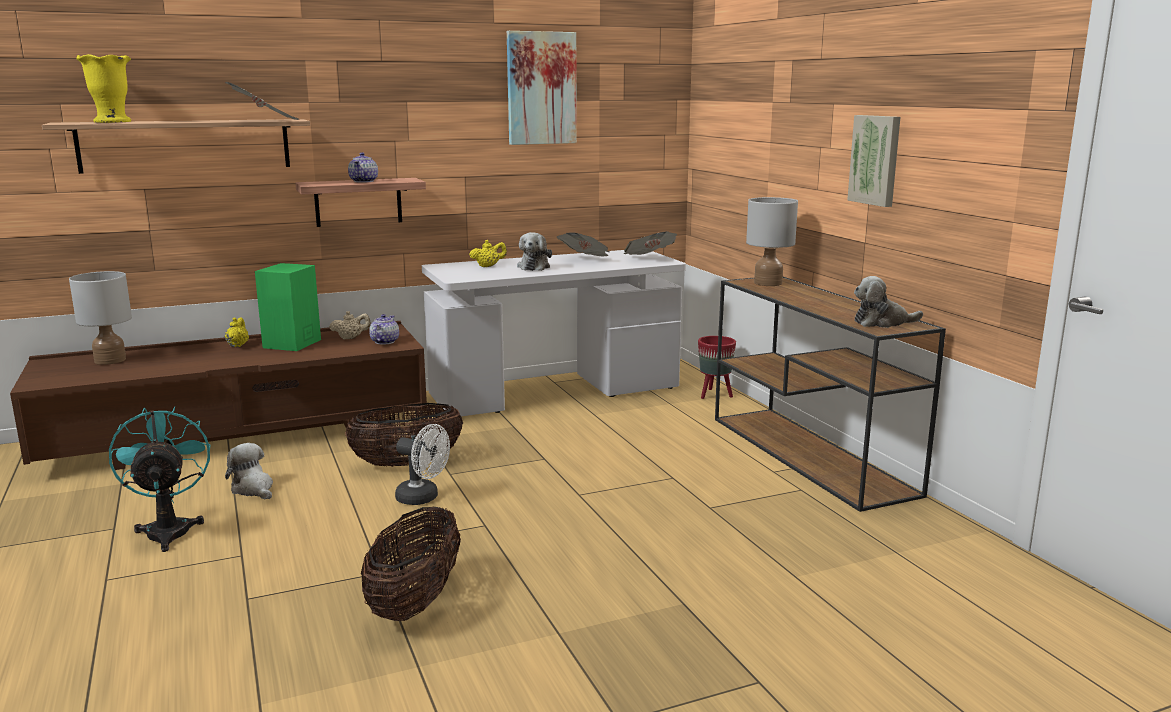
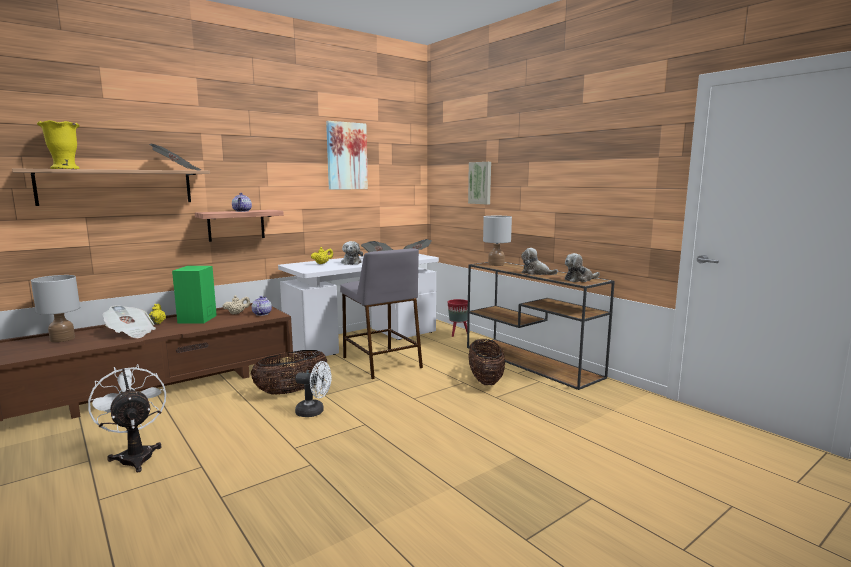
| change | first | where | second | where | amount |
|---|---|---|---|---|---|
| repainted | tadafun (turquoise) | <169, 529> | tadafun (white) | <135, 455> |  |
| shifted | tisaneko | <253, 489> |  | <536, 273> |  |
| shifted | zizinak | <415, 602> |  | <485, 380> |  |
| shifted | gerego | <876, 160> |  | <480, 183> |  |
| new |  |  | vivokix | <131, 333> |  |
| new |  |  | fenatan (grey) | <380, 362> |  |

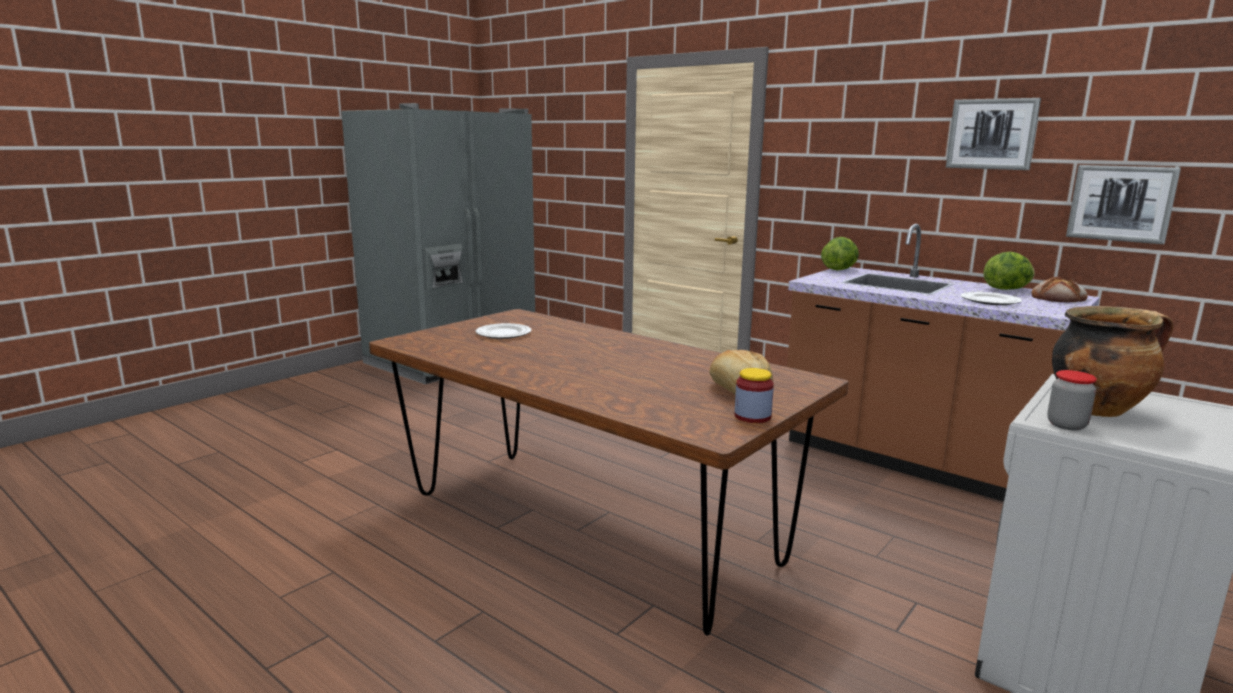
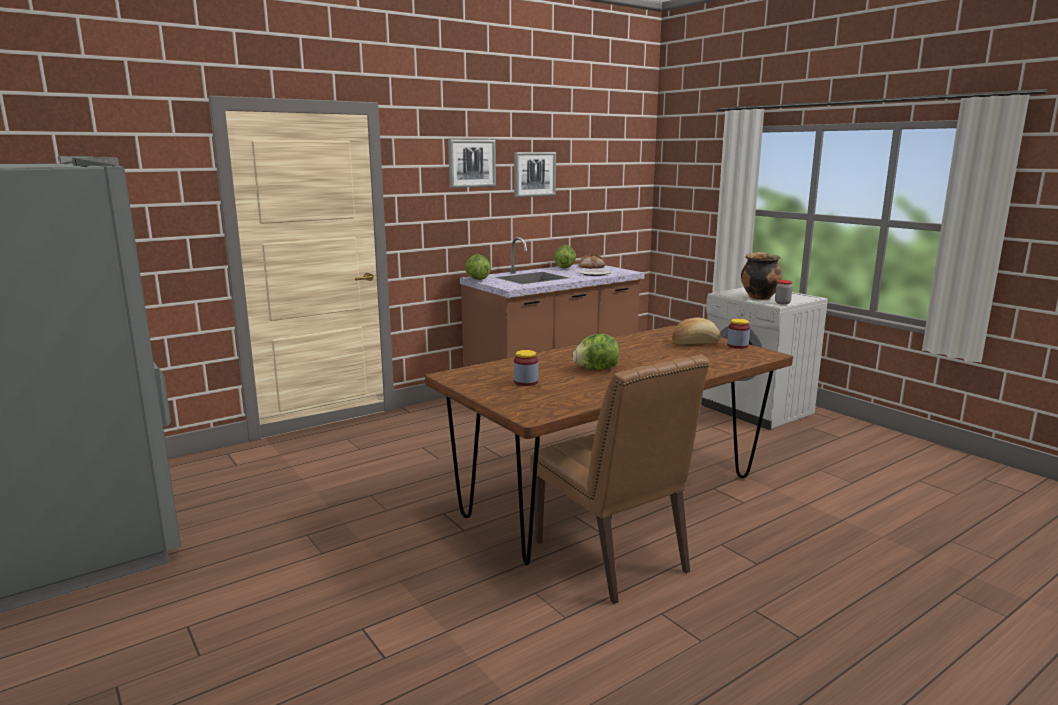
| change | first | where | second | where | amount |
|---|---|---|---|---|---|
| swapped | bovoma | <503, 334> | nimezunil | <526, 382> |  |
| shifted | gerego | <1121, 203> |  | <471, 163> |  |
| new |  |  | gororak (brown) | <609, 556> |  |
| new |  |  | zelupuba | <596, 369> |  |

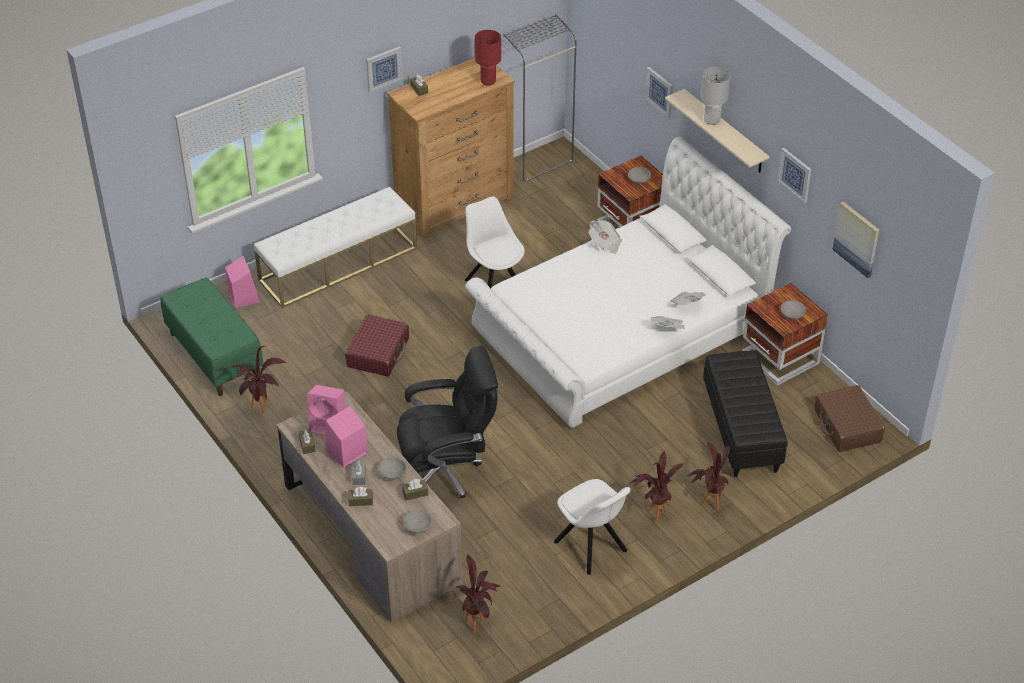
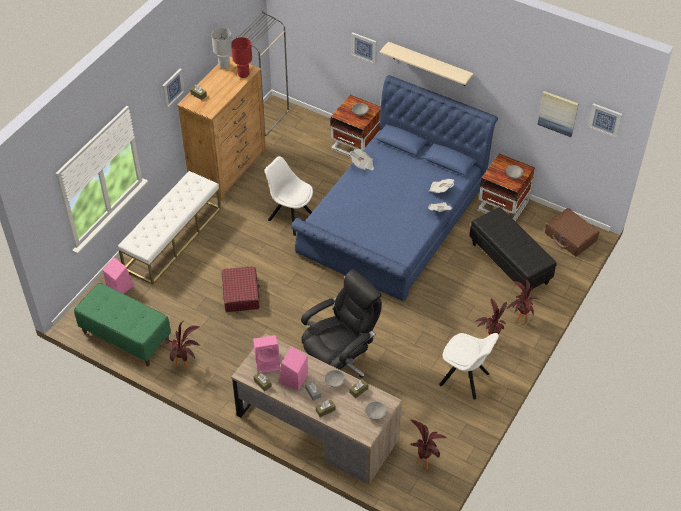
| change | first | where | second | where | amount |
|---|---|---|---|---|---|
| repainted | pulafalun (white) | <621, 329> | pulafalun (blue) | <393, 220> |  |
| shifted | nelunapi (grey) | <712, 121> |  | <224, 66> |  |
| shifted | gerego | <795, 174> |  | <605, 119> |  |

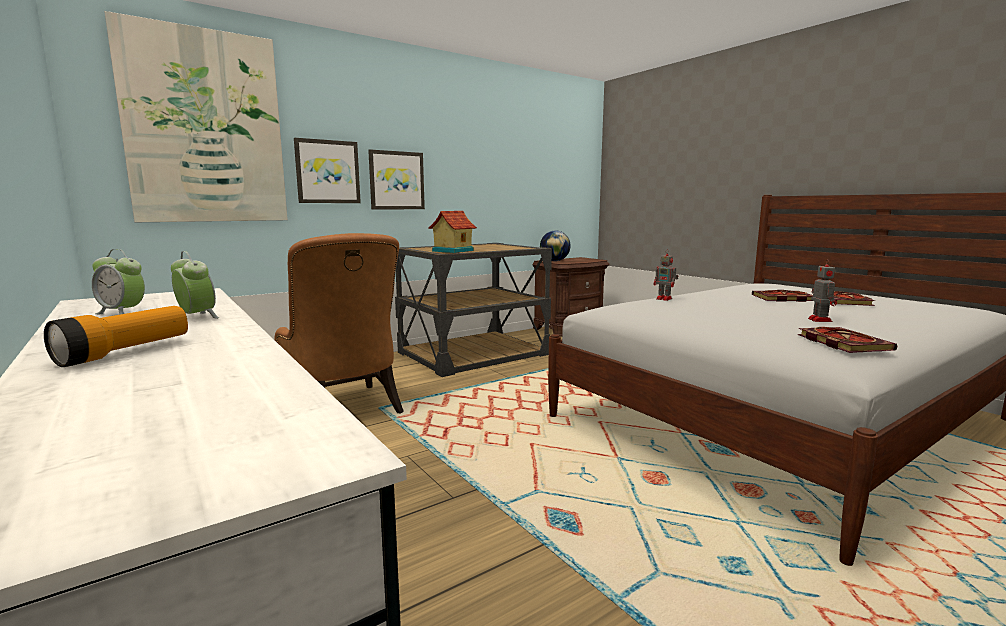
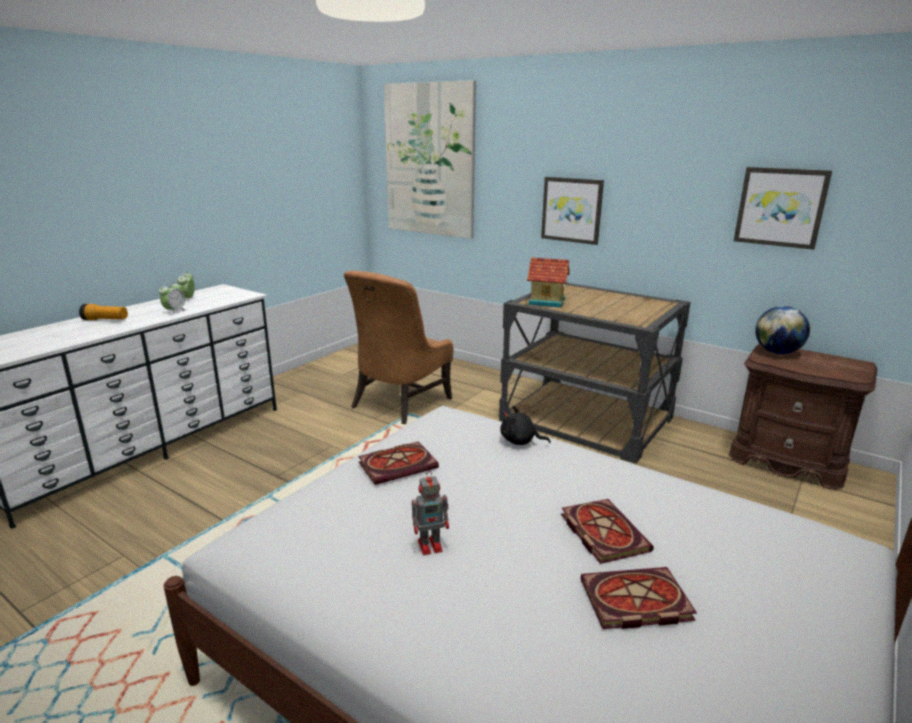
| change | first | where | second | where | amount |
|---|---|---|---|---|---|
| shifted | gerego | <327, 172> |  | <780, 207> |  |
| swapped | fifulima | <665, 299> | tisaneko (black) | <520, 441> |  |
| shifted | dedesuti | <840, 342> |  | <399, 464> |  |

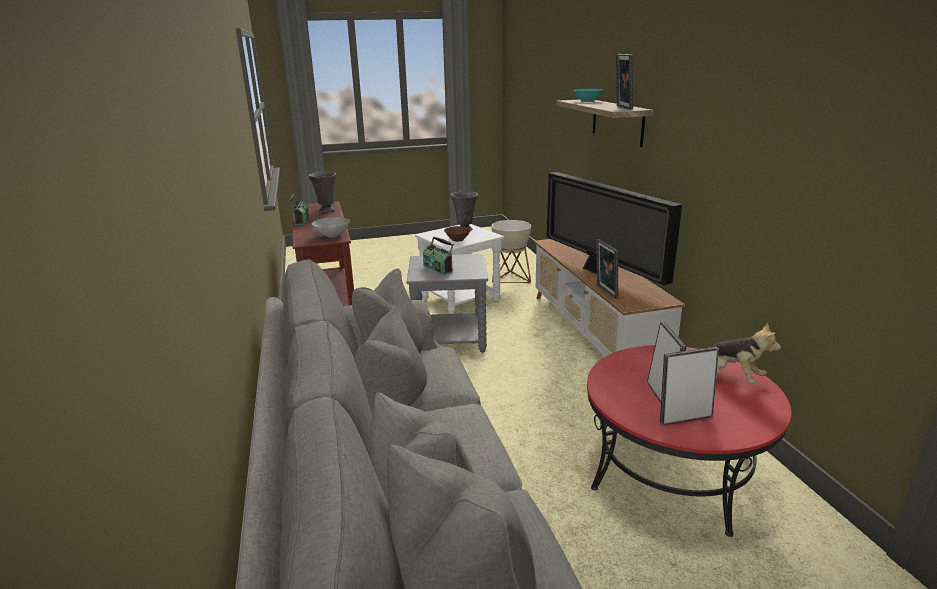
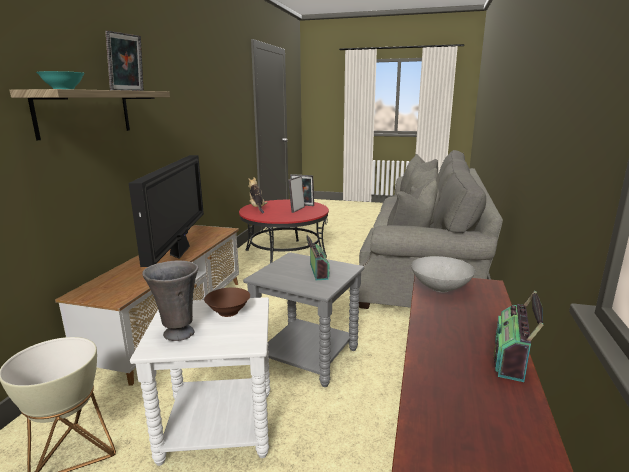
| change | first | where | second | where | amount |
|---|---|---|---|---|---|
| gone | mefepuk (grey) | <326, 210> |  |  |  |
| gone | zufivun | <605, 292> |  |  |  |

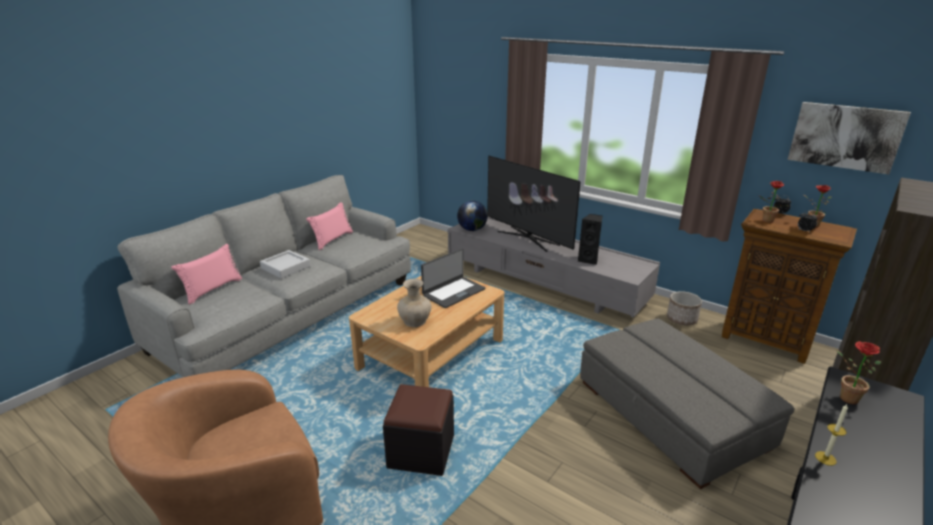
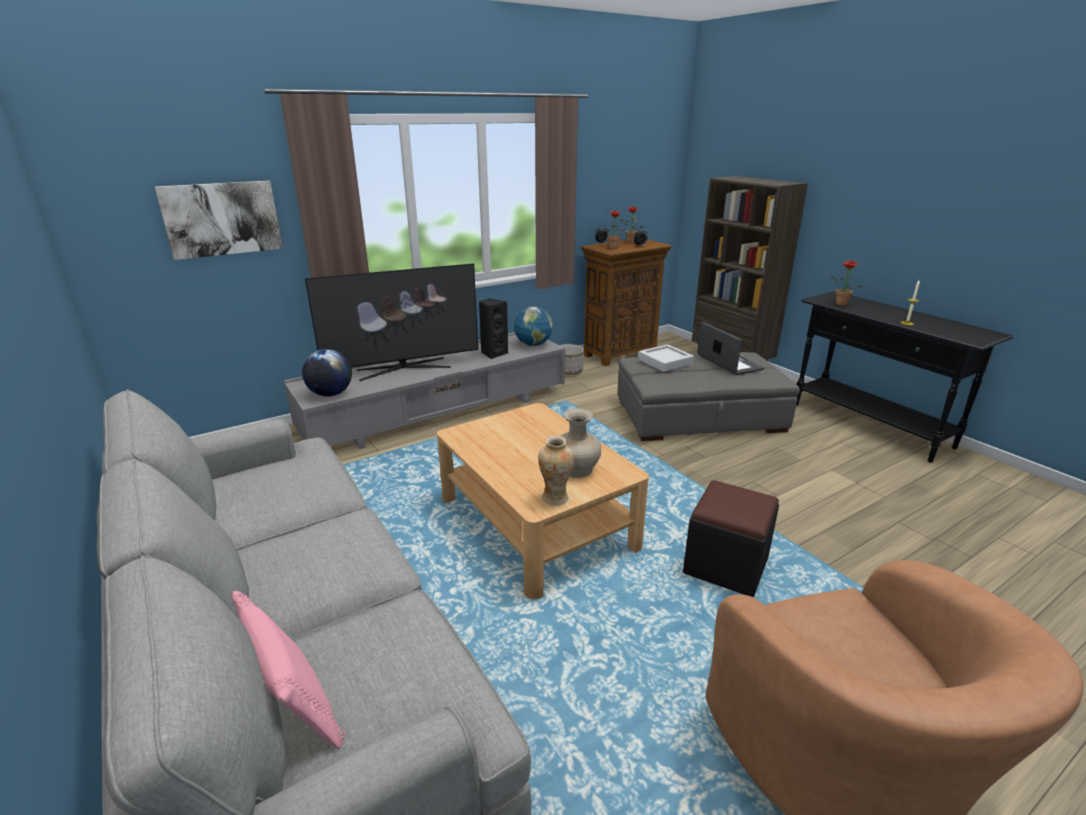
| change | first | where | second | where | amount |
|---|---|---|---|---|---|
| shifted | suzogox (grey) | <285, 267> |  | <665, 362> |  |
| gone | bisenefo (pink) | <332, 240> |  |  |  |
| shifted | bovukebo | <453, 292> |  | <728, 363> |  |
| shifted | gerego | <845, 136> |  | <222, 219> |  |
| new |  |  | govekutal | <533, 344> |  |
| new |  |  | mefepuk | <555, 498> |  |

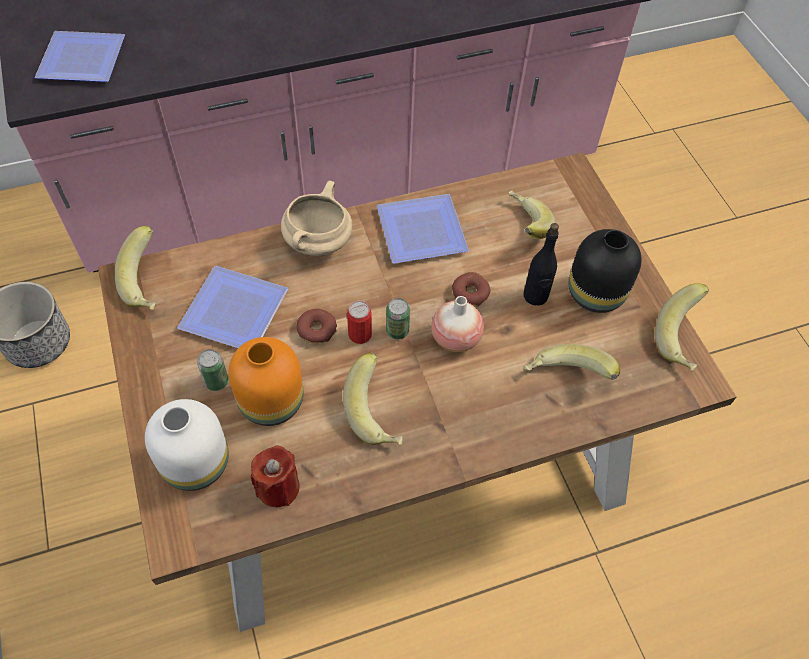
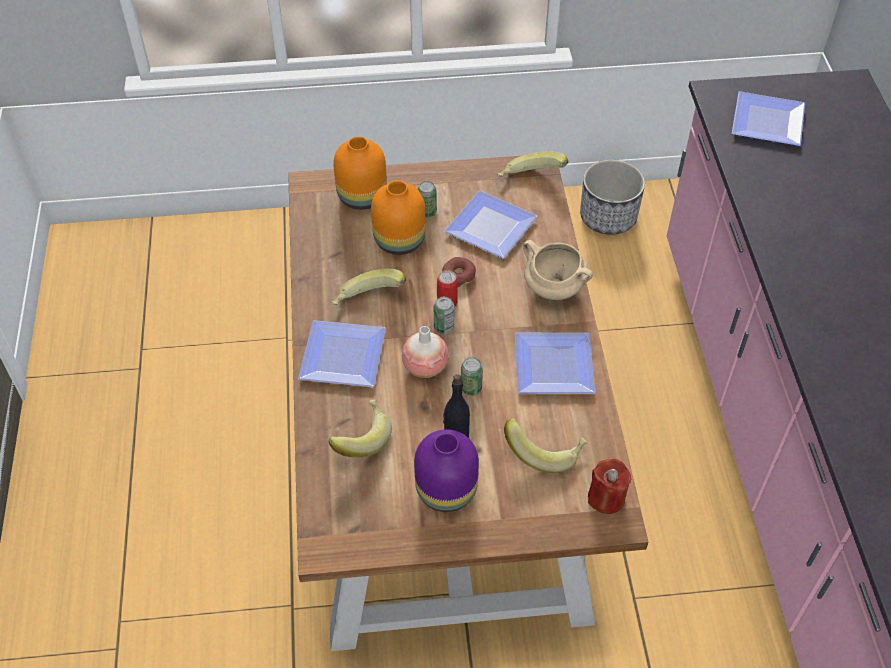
| change | first | where | second | where | amount |
|---|---|---|---|---|---|
| repainted | mefepuk (white) | <194, 463> | mefepuk (orange) | <362, 196> |  |
| shifted | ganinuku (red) | <278, 487> |  | <606, 498> |  |
| swapped | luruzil | <470, 293> | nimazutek | <471, 388> |  |
| repainted | mefepuk (black) | <594, 294> | mefepuk (purple) | <445, 489> |  |
| gone | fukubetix | <682, 340> |  |  |  |
| new |  |  | bovoma | <340, 358> |  |

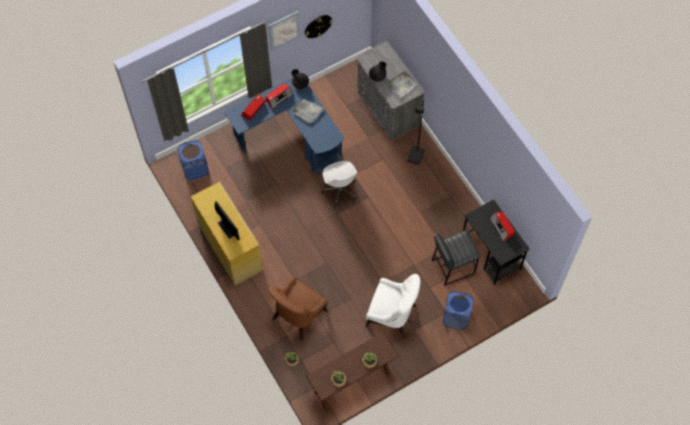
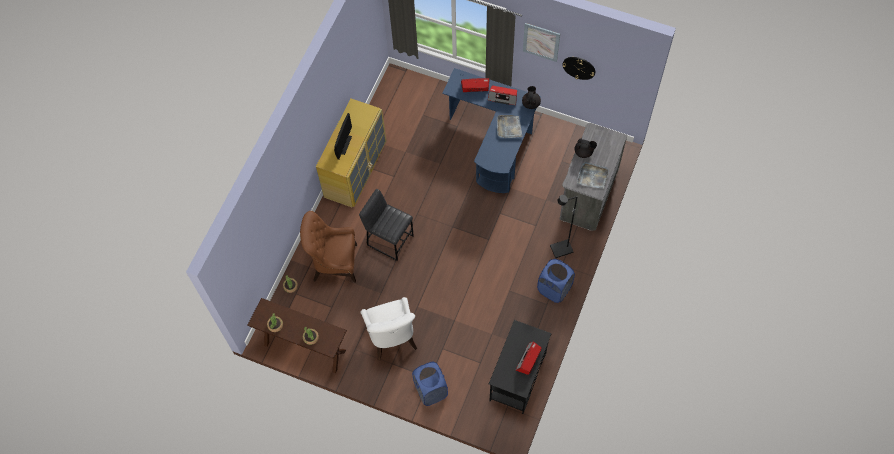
| change | first | where | second | where | amount |
|---|---|---|---|---|---|
| shifted | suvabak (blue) | <195, 169> |  | <554, 289> |  |
| gone | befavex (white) | <340, 192> |  |  |  |
| shifted | fenatan (grey) | <452, 267> |  | <389, 240> |  |

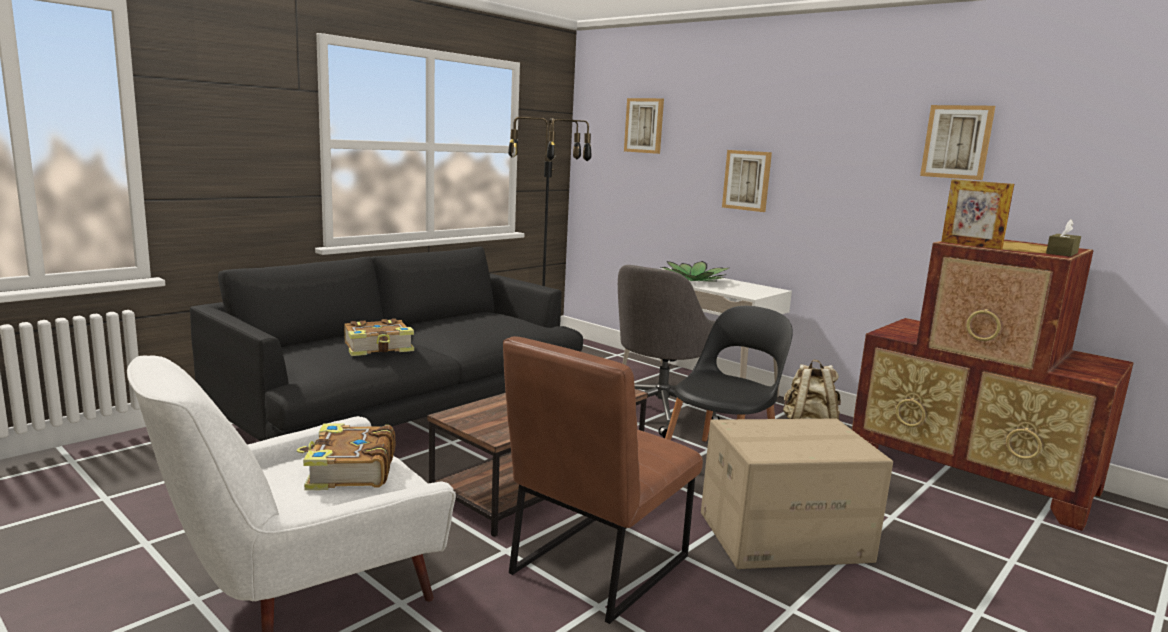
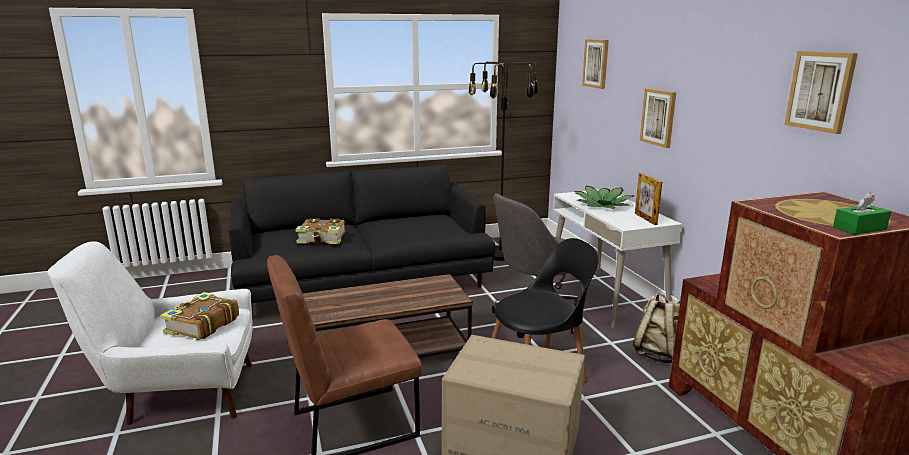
| change | first | where | second | where | amount |
|---|---|---|---|---|---|
| shifted | zufivun | <970, 245> |  | <645, 219> |  |
| repainted | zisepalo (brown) | <1062, 253> | zisepalo (green) | <859, 228> |  |

